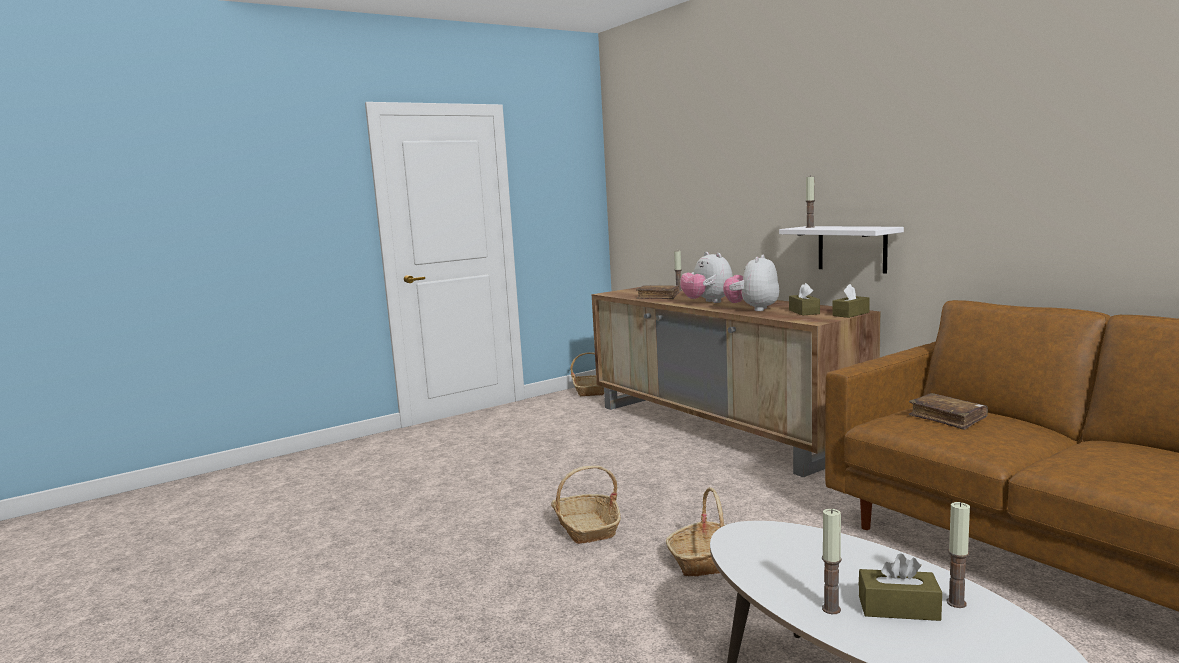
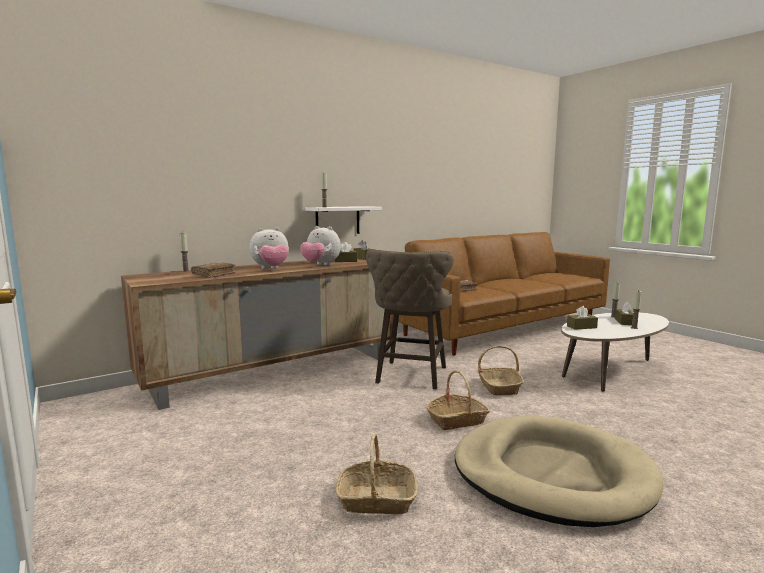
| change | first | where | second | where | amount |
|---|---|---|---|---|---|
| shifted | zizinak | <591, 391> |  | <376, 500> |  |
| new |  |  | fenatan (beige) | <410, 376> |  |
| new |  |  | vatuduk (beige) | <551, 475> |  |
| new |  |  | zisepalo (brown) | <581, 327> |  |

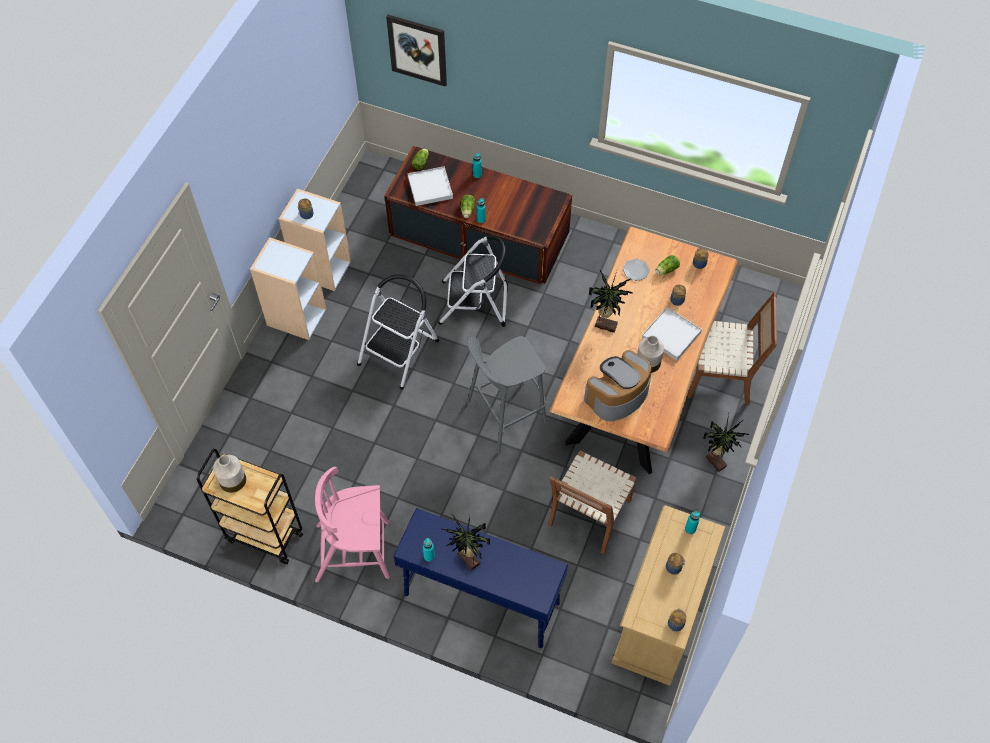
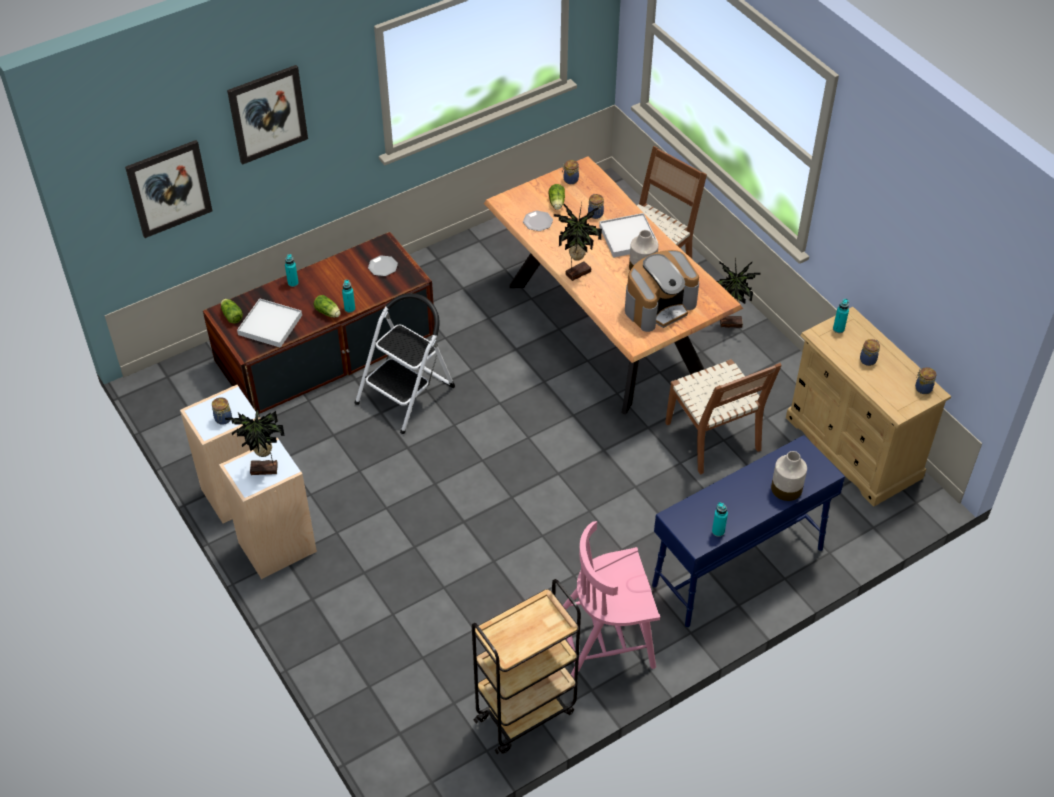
| change | first | where | second | where | amount |
|---|---|---|---|---|---|
| shifted | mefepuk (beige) | <232, 480> |  | <786, 488> |  |
| rotated | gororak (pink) | <355, 551> |  | <605, 643> | 45 degrees clockwise |
| gone | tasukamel | <400, 351> |  |  |  |
| shifted | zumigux | <467, 560> |  | <264, 471> |  |
| gone | fenatan (grey) | <506, 416> |  |  |  |
| rotated | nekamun | <617, 395> |  | <659, 306> | 120 degrees counterclockwise |
| new |  |  | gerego | <267, 114> |  |
| new |  |  | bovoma | <382, 266> |  |

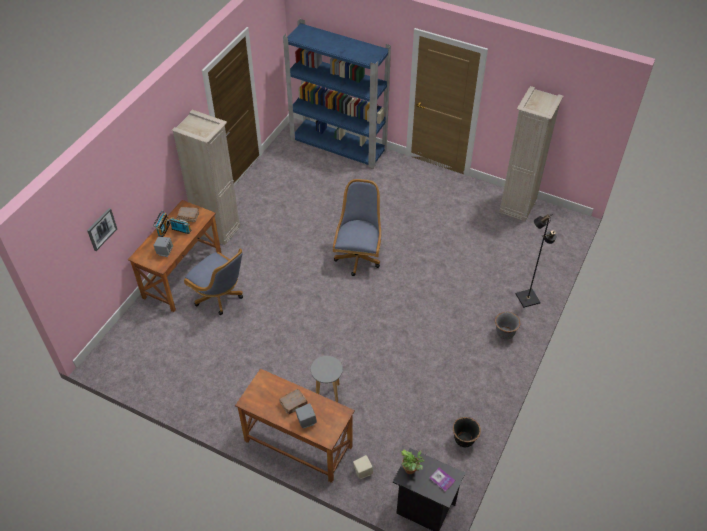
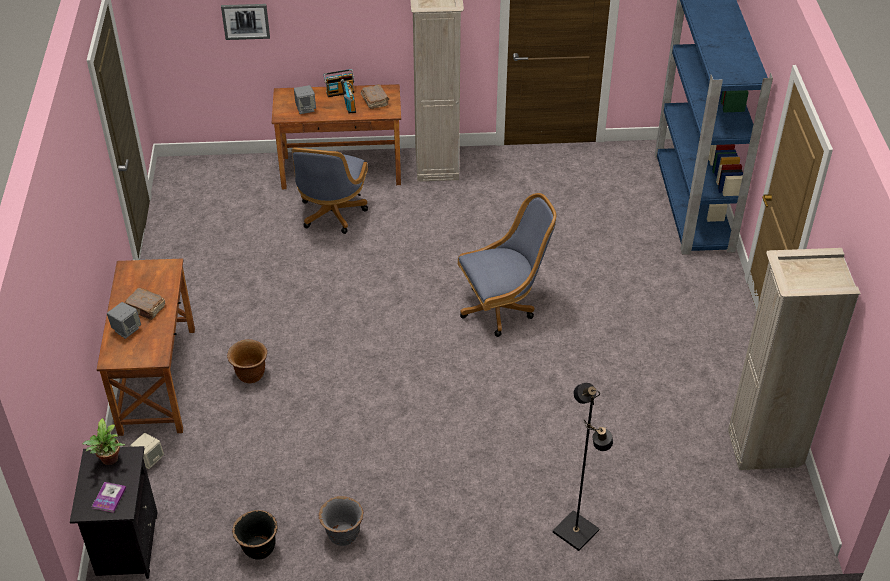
| change | first | where | second | where | amount |
|---|---|---|---|---|---|
| swapped | fenatan (grey) | <327, 393> | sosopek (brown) | <250, 375> |  |
| shifted | sosopek (grey) | <505, 334> |  | <342, 535> |  |

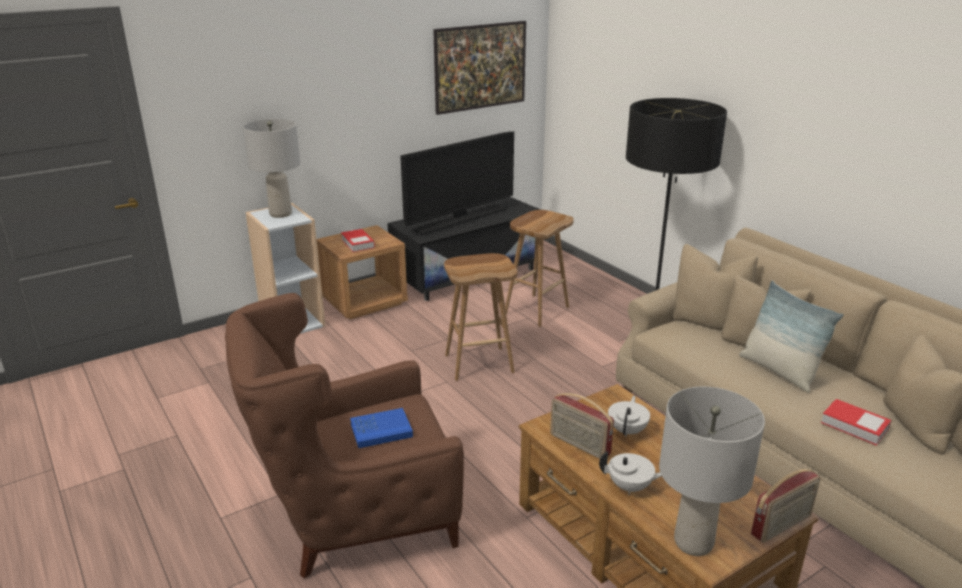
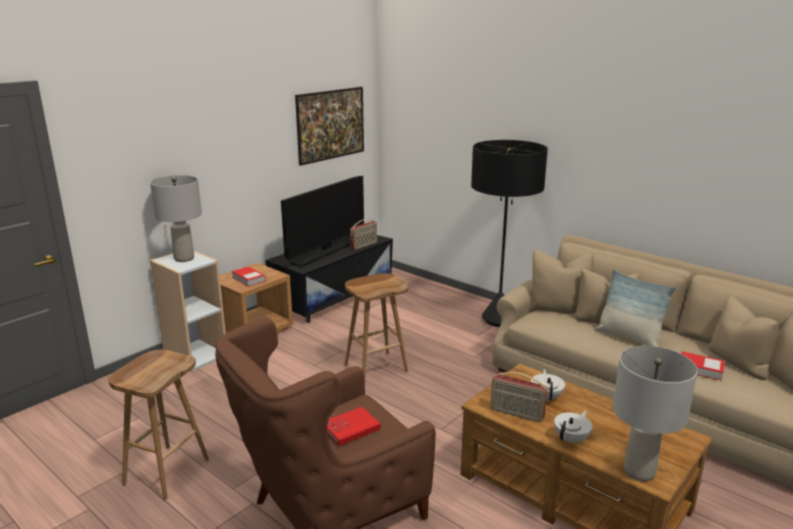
| change | first | where | second | where | amount |
|---|---|---|---|---|---|
| repainted | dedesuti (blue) | <381, 430> | dedesuti (red) | <351, 428> |  |
| shifted | fenatan (brown) | <536, 309> |  | <166, 471> |  |
| rotated | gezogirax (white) | <630, 487> |  | <571, 439> | 45 degrees counterclockwise |
| shifted | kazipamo | <782, 526> |  | <364, 245> |  |

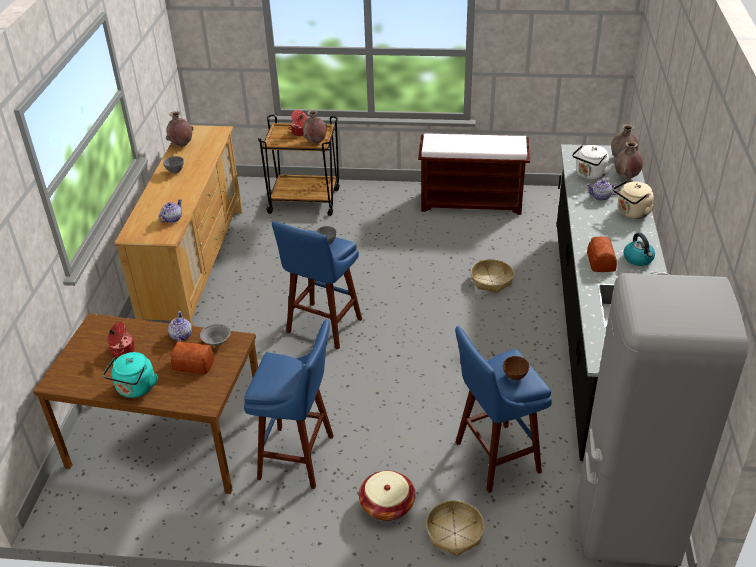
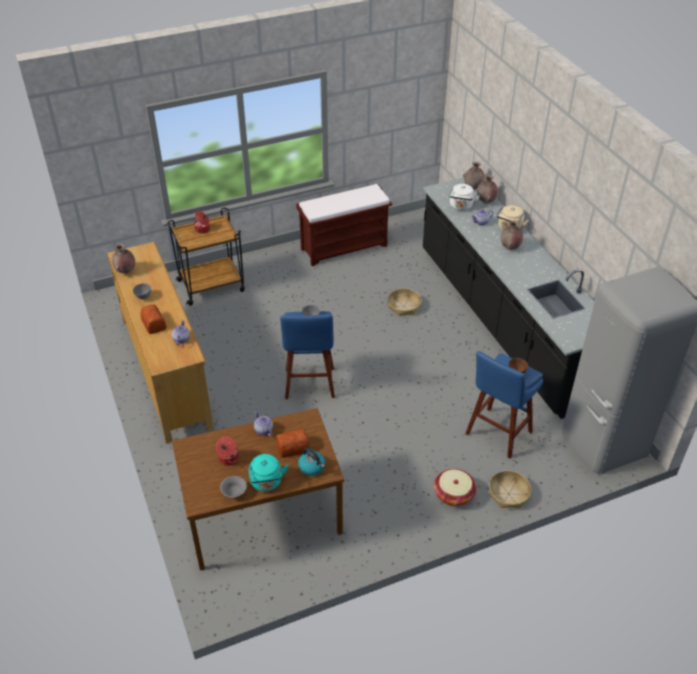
| change | first | where | second | where | amount |
|---|---|---|---|---|---|
| shifted | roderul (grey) | <216, 342> |  | <234, 492> |  |
| gone | fenatan (blue) | <299, 458> |  |  |  |
| shifted | mefepuk (brown) | <315, 142> |  | <510, 248> |  |
| shifted | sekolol | <600, 262> |  | <153, 324> |  |
| shifted | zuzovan | <638, 259> |  | <312, 467> |  |

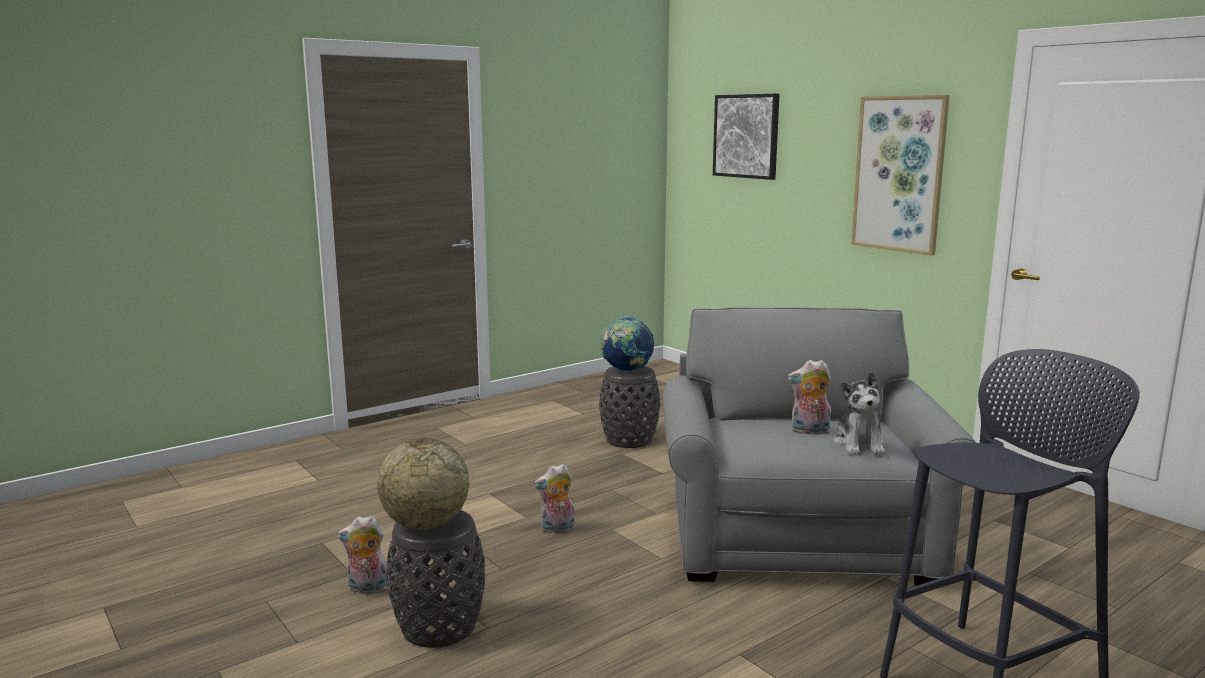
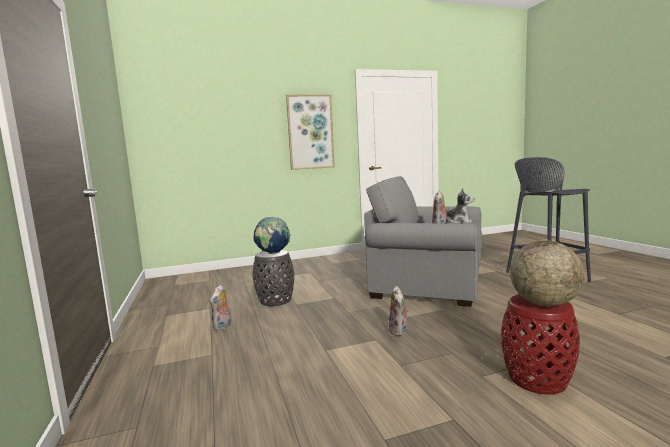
| change | first | where | second | where | amount |
|---|---|---|---|---|---|
| shifted | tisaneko | <367, 589> |  | <222, 327> |  |
| repainted | fenatan (grey) | <438, 627> | fenatan (red) | <537, 380> |  |
| gone | gerego | <746, 136> |  |  |  |

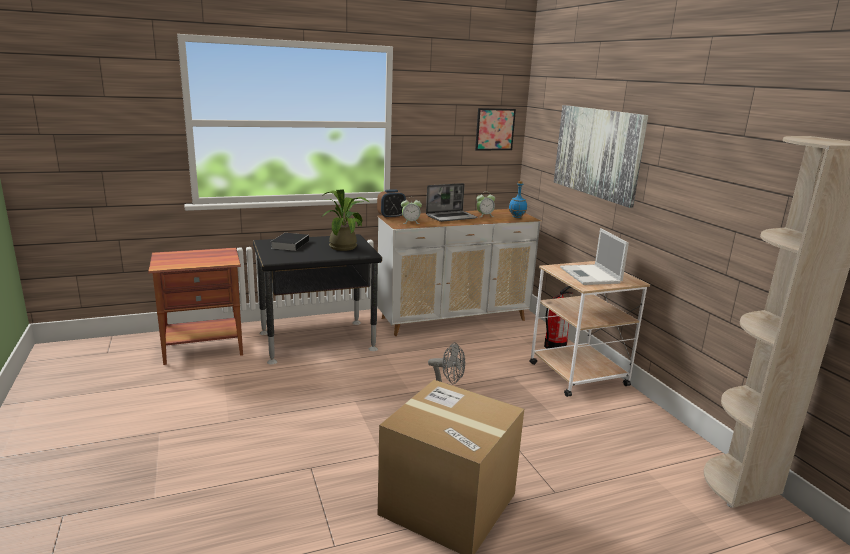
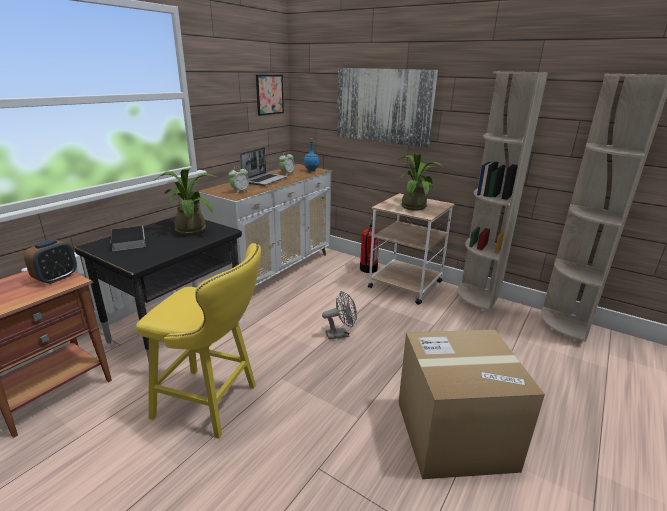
| change | first | where | second | where | amount |
|---|---|---|---|---|---|
| shifted | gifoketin | <391, 217> |  | <56, 278> |  |
| swapped | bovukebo | <591, 275> | zumigux | <415, 206> |  |
| new |  |  | fenatan (yellow) | <216, 404> |  |
| new |  |  | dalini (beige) | <476, 301> |  |

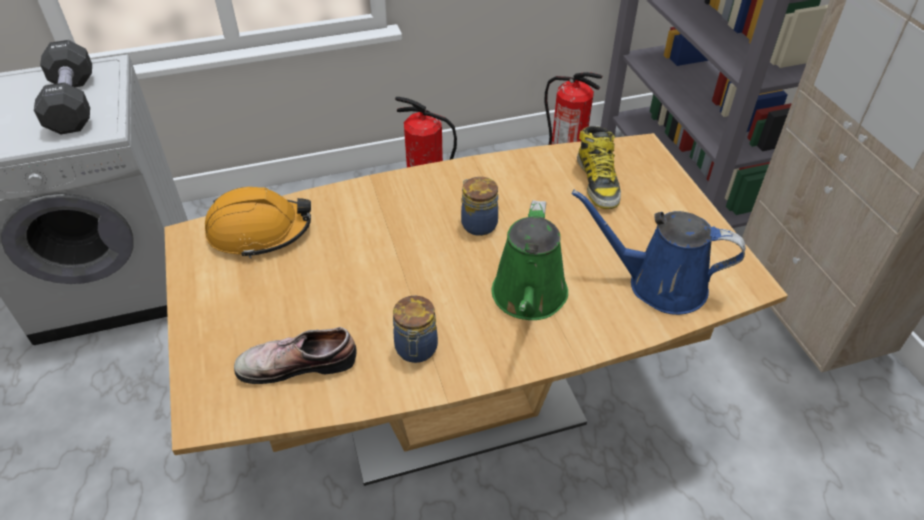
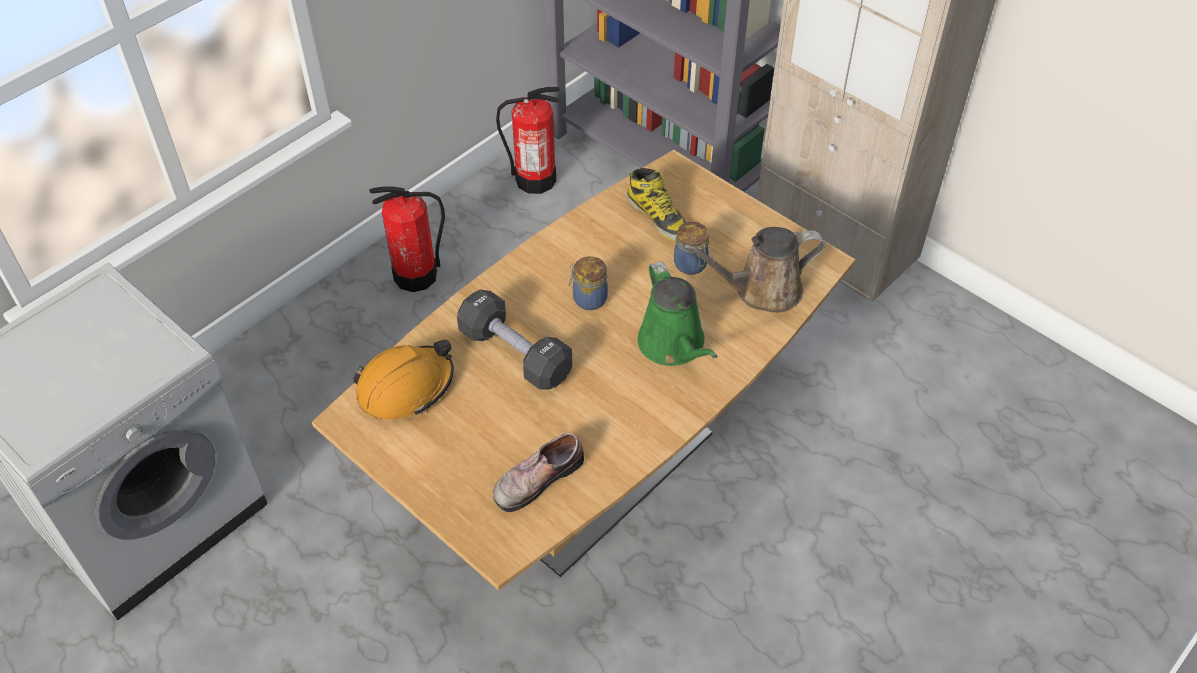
| change | first | where | second | where | amount |
|---|---|---|---|---|---|
| shifted | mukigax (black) | <72, 104> |  | <515, 354> |  |
| shifted | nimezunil | <416, 350> |  | <691, 265> |  |
| repainted | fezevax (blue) | <659, 284> | fezevax (brown) | <762, 290> |  |

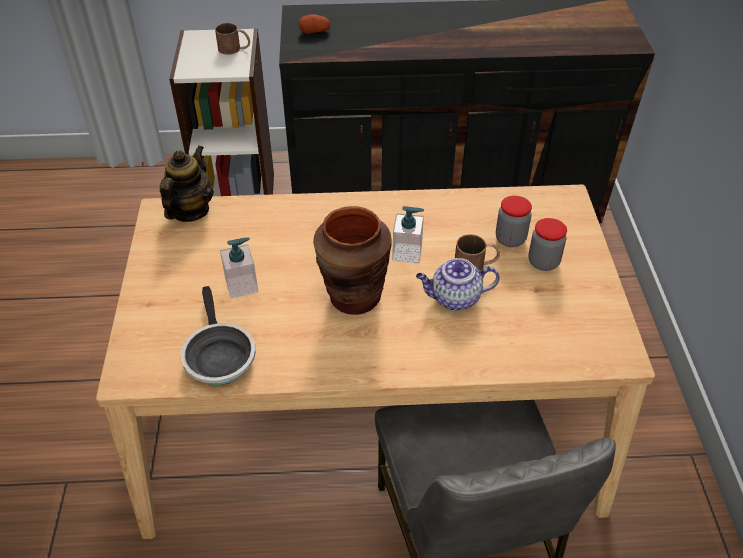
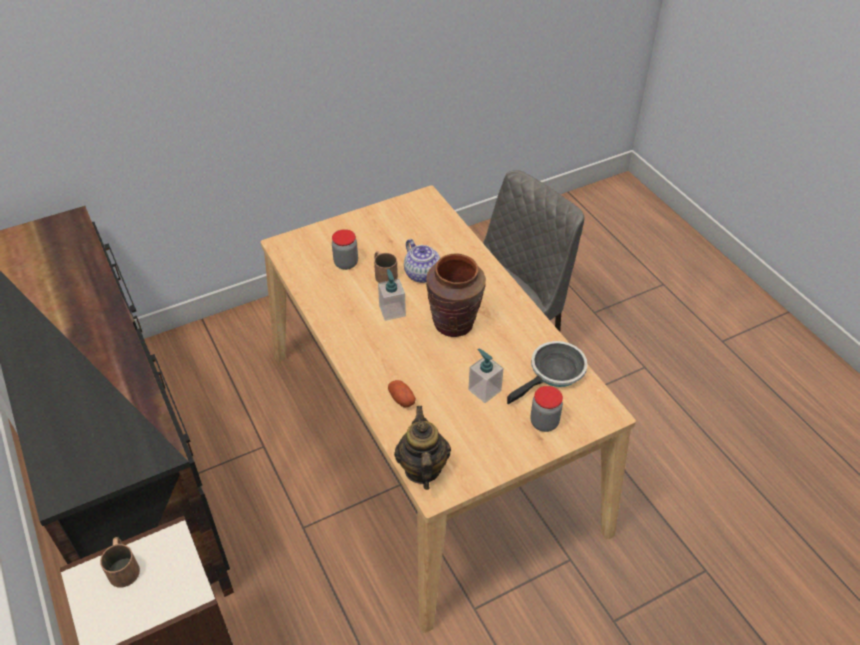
| change | first | where | second | where | amount |
|---|---|---|---|---|---|
| rotated | gezogirax | <190, 211> |  | <422, 469> | 90 degrees clockwise |
| shifted | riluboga | <314, 31> |  | <401, 399> |  |
| shifted | nimezunil | <543, 262> |  | <544, 422> |  |

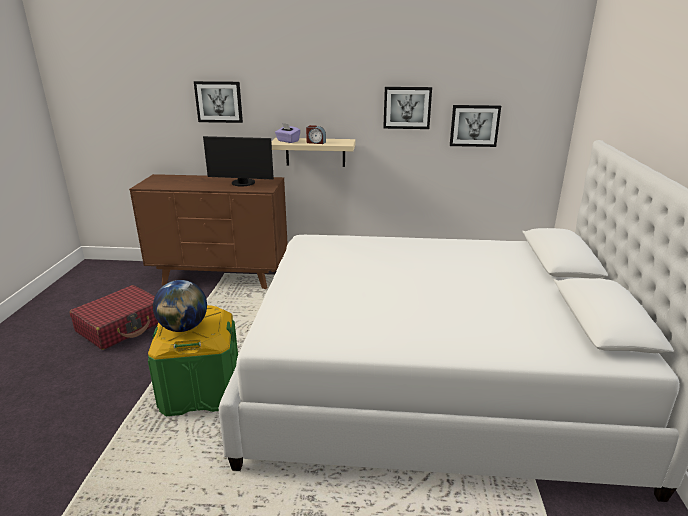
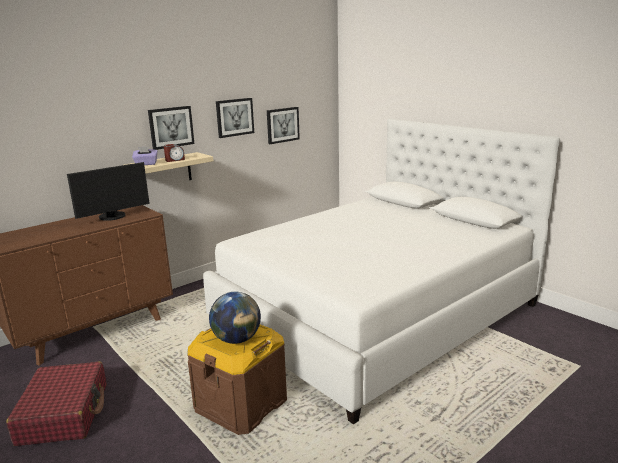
| change | first | where | second | where | amount |
|---|---|---|---|---|---|
| repainted | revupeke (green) | <201, 390> | revupeke (brown) | <241, 404> |  |
| shifted | gerego | <219, 102> |  | <171, 127> |  |

